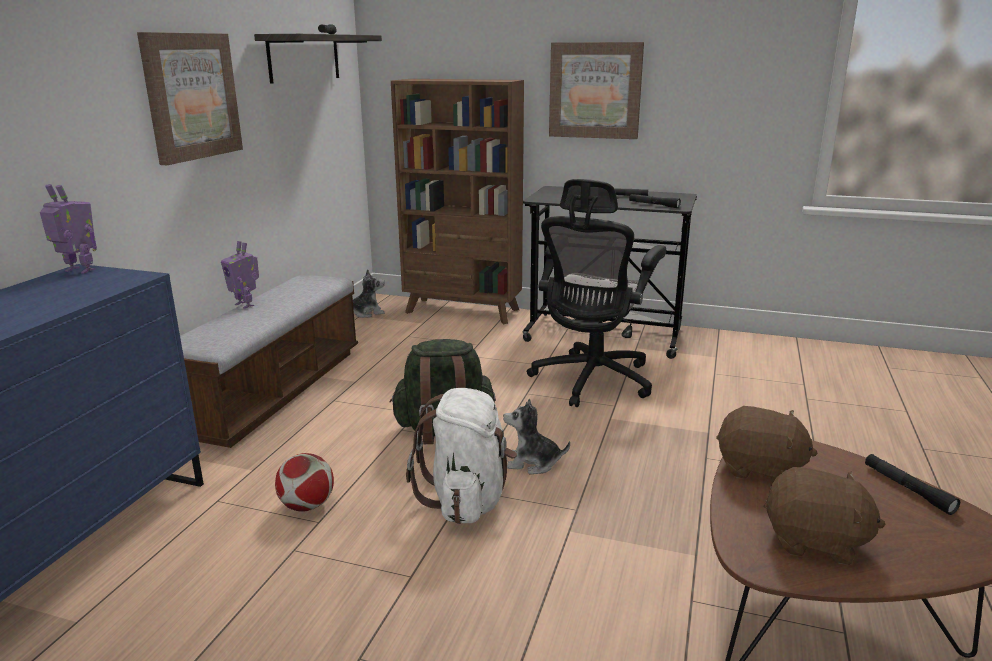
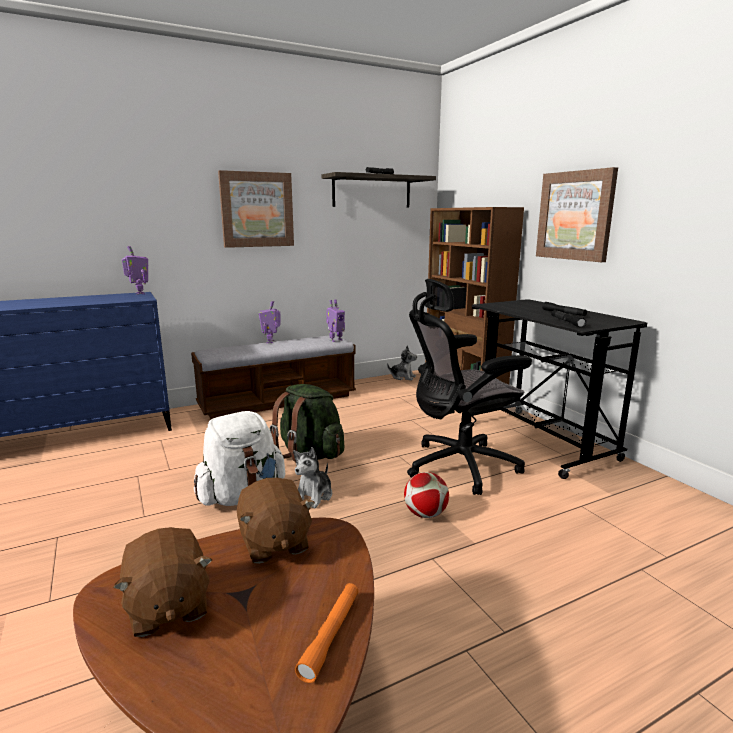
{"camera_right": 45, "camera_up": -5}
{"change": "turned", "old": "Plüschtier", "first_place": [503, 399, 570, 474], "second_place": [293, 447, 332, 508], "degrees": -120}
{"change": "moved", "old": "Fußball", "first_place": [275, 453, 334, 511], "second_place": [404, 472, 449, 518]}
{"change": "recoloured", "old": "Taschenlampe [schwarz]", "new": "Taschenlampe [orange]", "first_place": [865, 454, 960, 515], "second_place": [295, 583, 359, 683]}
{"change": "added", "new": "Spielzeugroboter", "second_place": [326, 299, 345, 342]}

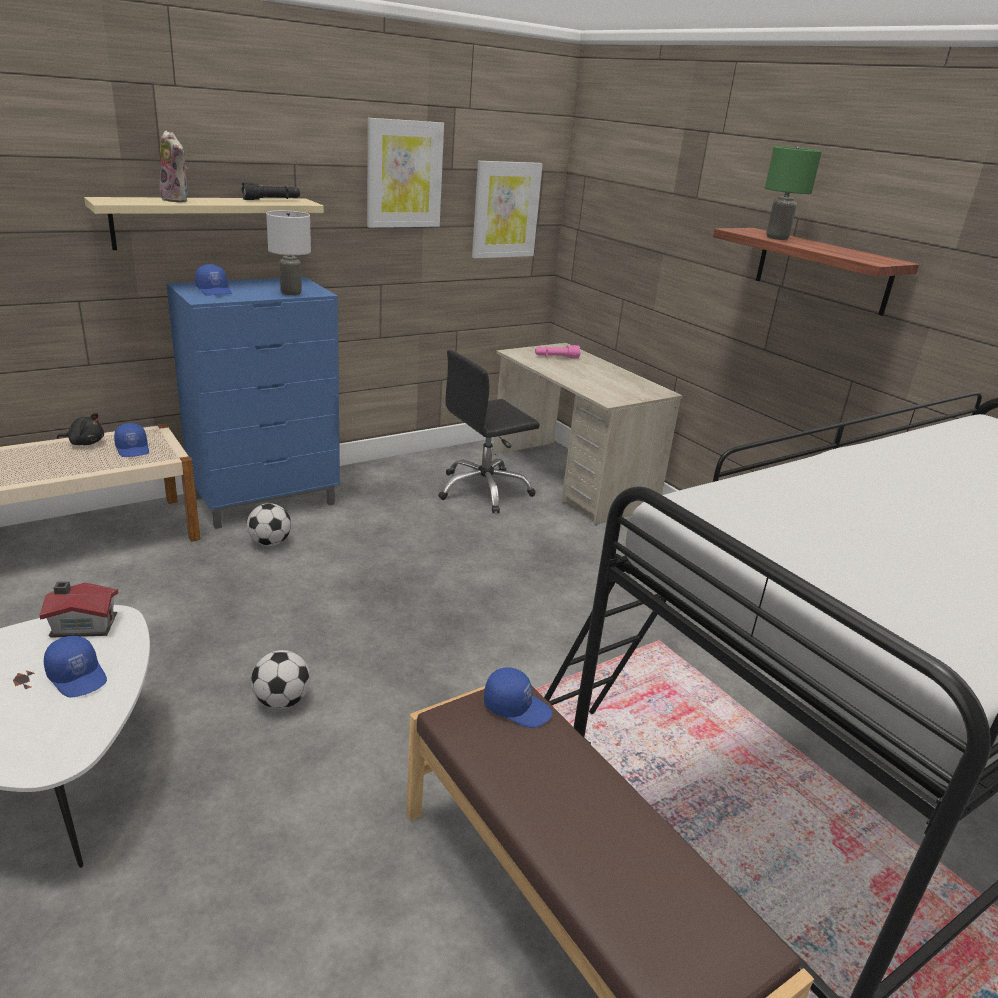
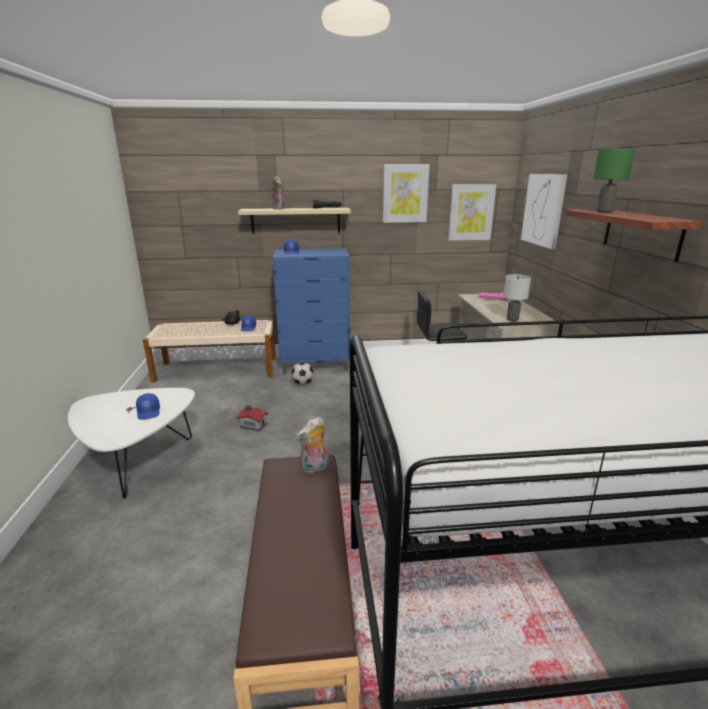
{"camera_right": 30, "camera_up": -5}
{"change": "moved", "old": "Tischlampe [weiß]", "first_place": [266, 210, 311, 295], "second_place": [503, 274, 531, 321]}
{"change": "moved", "old": "Spielzeughaus", "first_place": [39, 581, 118, 638], "second_place": [237, 405, 269, 431]}
{"change": "removed", "old": "Fußball", "first_place": [251, 650, 310, 709]}
{"change": "replaced", "old": "Kappe [blau]", "new": "Plüschtier", "first_place": [484, 667, 553, 728], "second_place": [296, 417, 329, 473]}
{"change": "added", "new": "Bild", "second_place": [521, 174, 567, 249]}

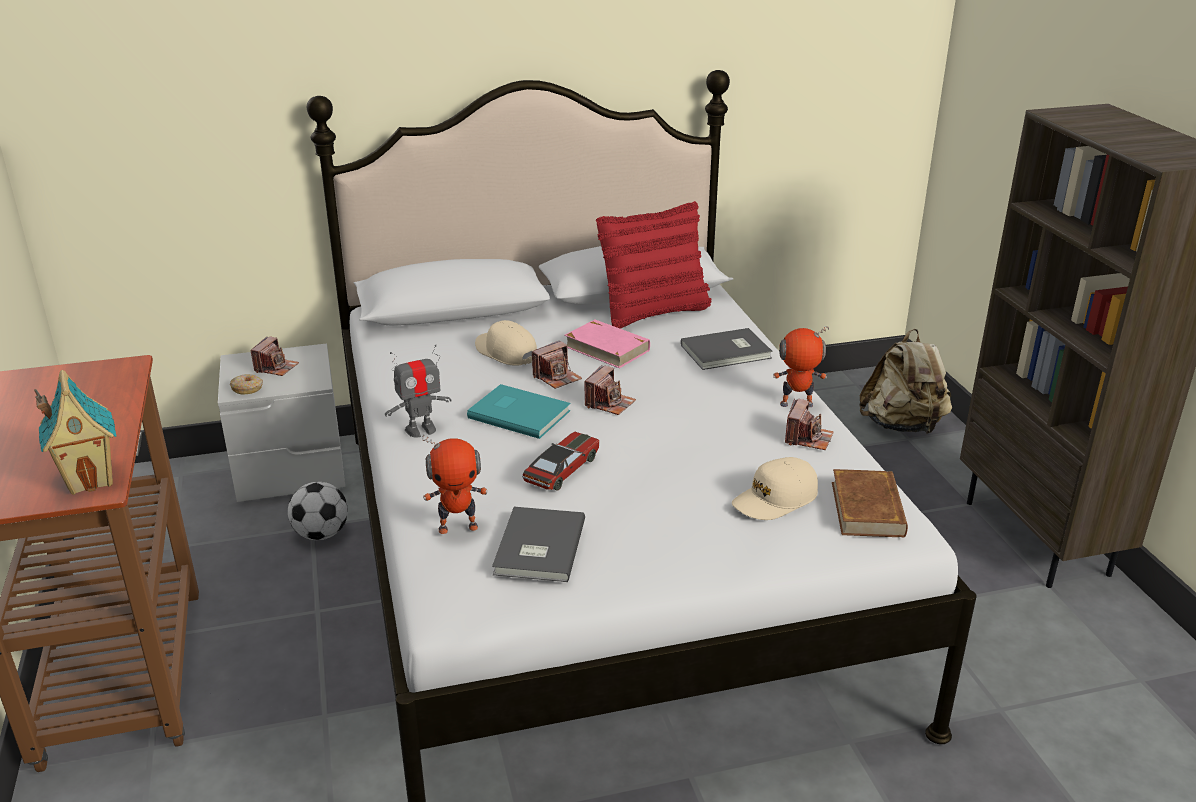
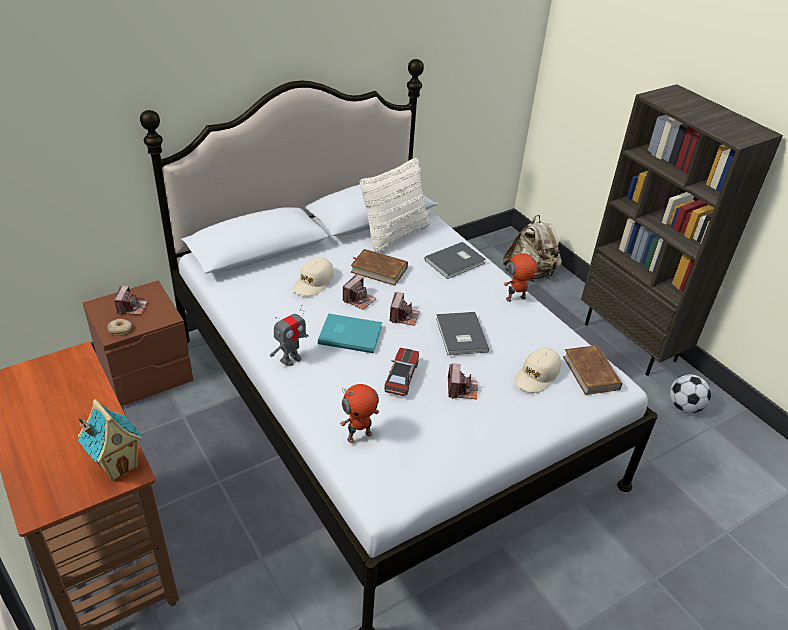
{"camera_right": -20, "camera_up": 10}
{"change": "recoloured", "old": "Kissen [rot]", "new": "Kissen [beige]", "first_place": [596, 201, 712, 329], "second_place": [360, 158, 431, 252]}
{"change": "recoloured", "old": "Buch [rosa]", "new": "Buch [braun]", "first_place": [564, 319, 650, 368], "second_place": [351, 249, 408, 286]}
{"change": "turned", "old": "Kappe [beige]", "first_place": [475, 320, 537, 365], "second_place": [292, 257, 334, 296], "degrees": -90}
{"change": "recoloured", "old": "Nachttisch [weiß]", "new": "Nachttisch [braun]", "first_place": [218, 343, 345, 502], "second_place": [83, 280, 194, 406]}
{"change": "moved", "old": "Kamera", "first_place": [785, 399, 834, 450], "second_place": [448, 363, 478, 399]}
{"change": "moved", "old": "Fußball", "first_place": [288, 482, 348, 540], "second_place": [670, 374, 711, 413]}
{"change": "moved", "old": "Buch [grau]", "first_place": [492, 507, 585, 582], "second_place": [436, 312, 489, 355]}

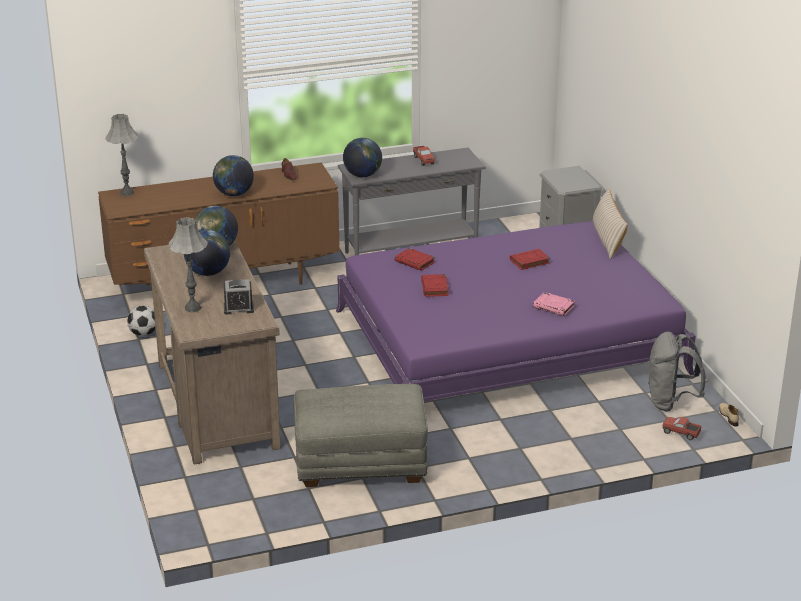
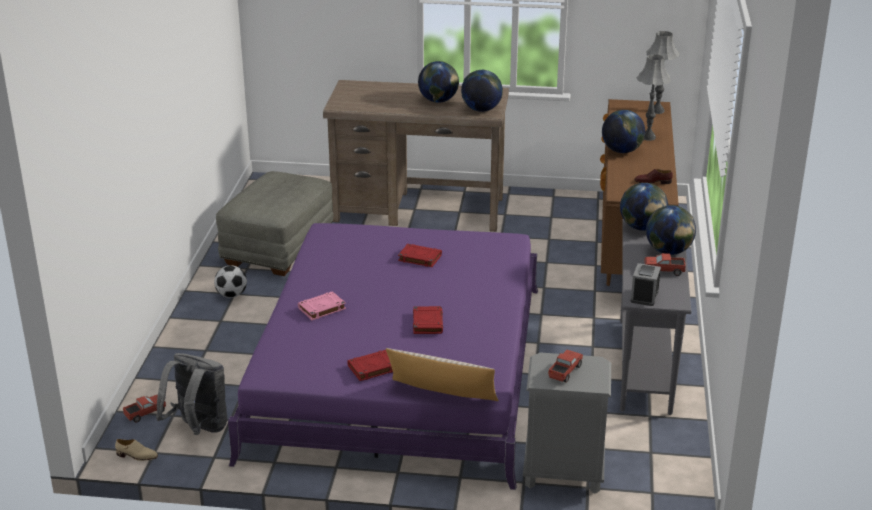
{"camera_right": 115, "camera_up": 0}
{"change": "moved", "old": "Tischlampe [grau]", "first_place": [169, 217, 208, 312], "second_place": [636, 54, 671, 141]}
{"change": "moved", "old": "Buch [rot]", "first_place": [395, 248, 435, 271], "second_place": [347, 350, 393, 381]}
{"change": "moved", "old": "Wecker", "first_place": [224, 279, 254, 315], "second_place": [630, 263, 661, 306]}
{"change": "moved", "old": "Fußball", "first_place": [127, 306, 156, 336], "second_place": [214, 265, 247, 298]}
{"change": "added", "new": "Globus", "second_place": [646, 205, 696, 255]}
{"change": "added", "new": "Spielzeuglaster", "second_place": [548, 350, 583, 383]}

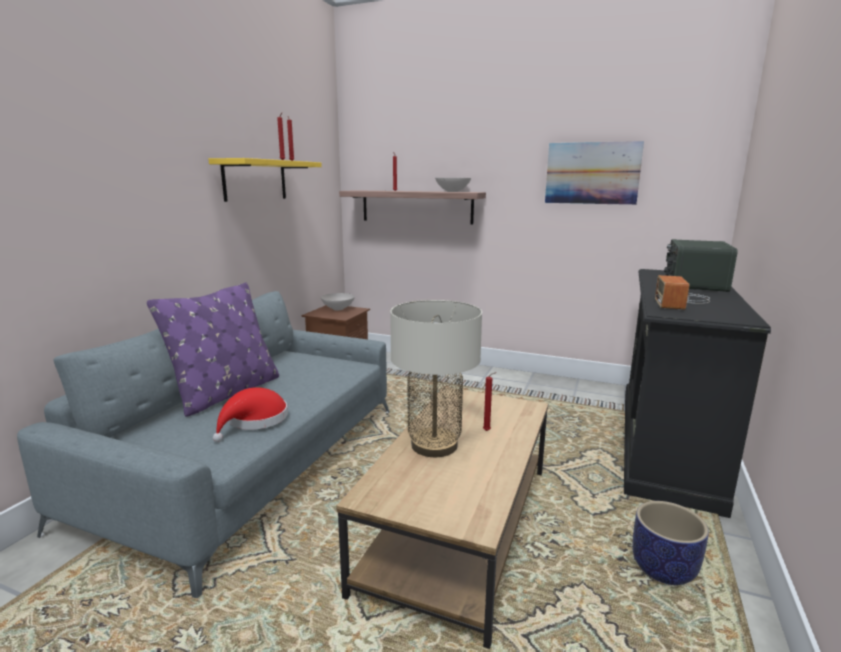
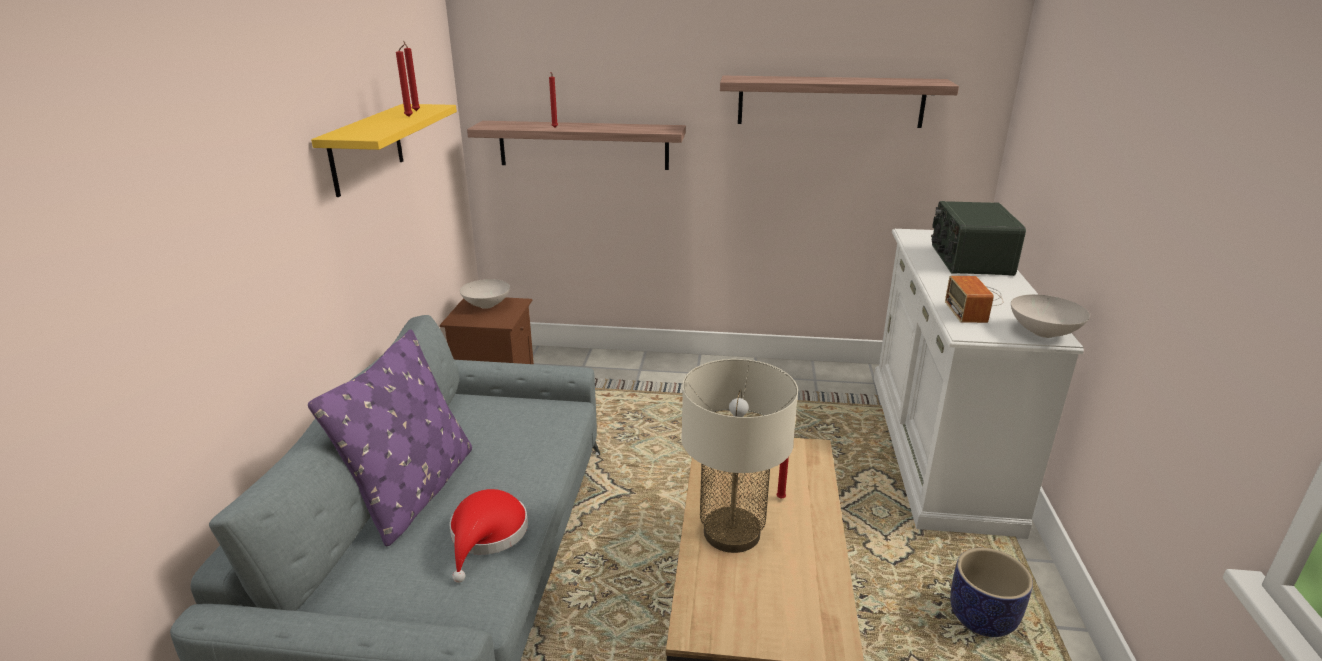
{"camera_right": -15, "camera_up": 10}
{"change": "replaced", "old": "Bild", "new": "Wandregal", "first_place": [545, 141, 644, 205], "second_place": [720, 76, 959, 128]}
{"change": "moved", "old": "Schüssel [weiß]", "first_place": [435, 178, 471, 192], "second_place": [1011, 294, 1090, 338]}
{"change": "recoloured", "old": "Schrank [schwarz]", "new": "Schrank [weiß]", "first_place": [624, 269, 771, 518], "second_place": [874, 229, 1084, 539]}

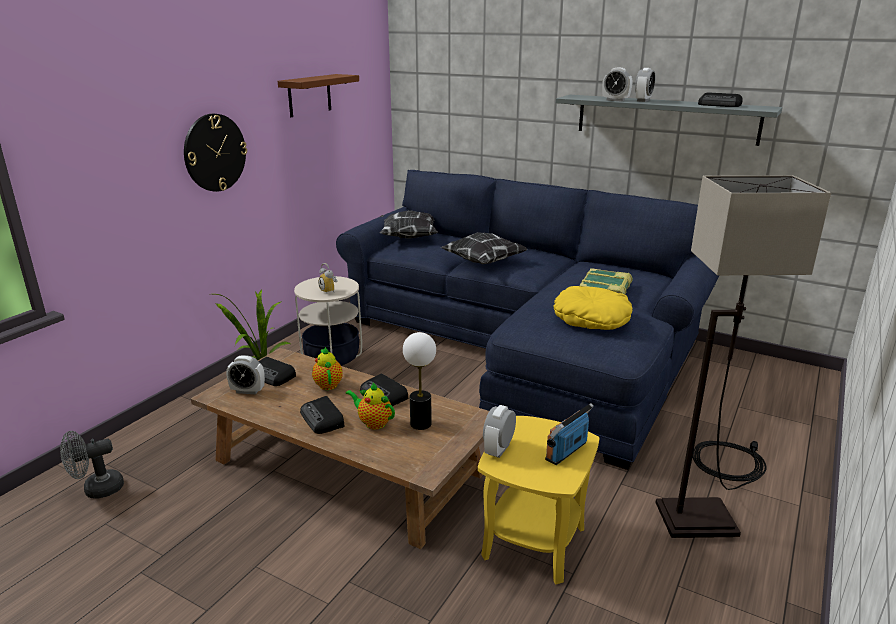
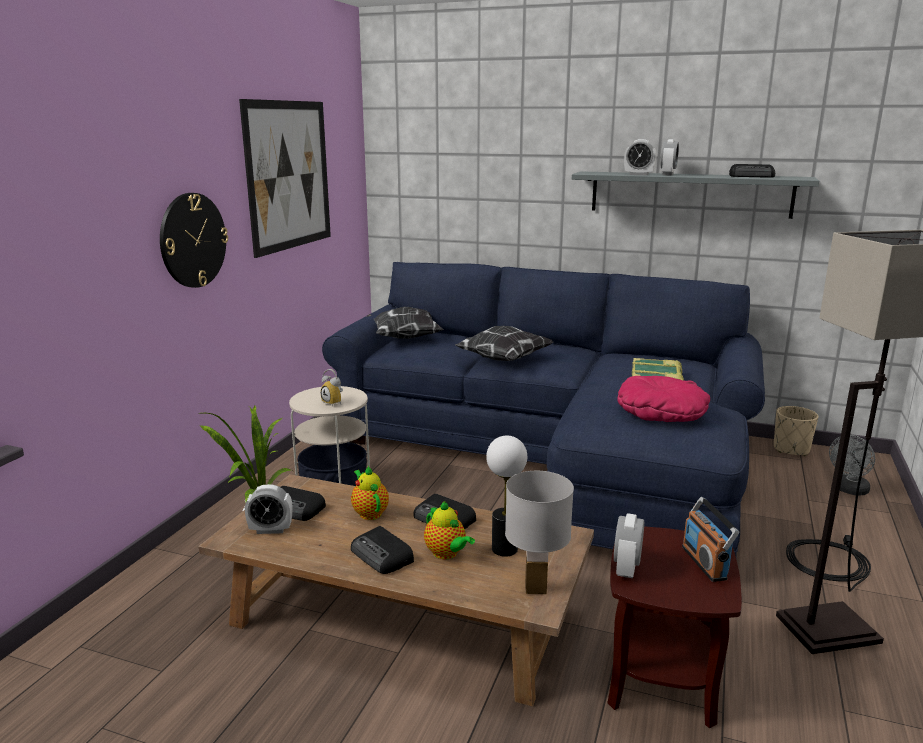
{"camera_right": -10, "camera_up": -5}
{"change": "replaced", "old": "Wandregal [braun]", "new": "Bild", "first_place": [278, 74, 359, 117], "second_place": [239, 99, 331, 258]}
{"change": "recoloured", "old": "Kissen [gelb]", "new": "Kissen [rosa]", "first_place": [554, 286, 632, 330], "second_place": [617, 376, 710, 422]}
{"change": "turned", "old": "Teekanne", "first_place": [345, 383, 395, 430], "second_place": [424, 501, 475, 559], "degrees": -150}
{"change": "turned", "old": "Radio", "first_place": [545, 403, 594, 465], "second_place": [682, 497, 739, 582], "degrees": -45}
{"change": "recoloured", "old": "Beistelltisch [gelb]", "new": "Beistelltisch [braun]", "first_place": [478, 416, 599, 584], "second_place": [607, 527, 742, 728]}
{"change": "moved", "old": "Ventilator [grau]", "first_place": [60, 431, 124, 499], "second_place": [829, 435, 875, 495]}
{"change": "added", "new": "Pflanzkübel [beige]", "second_place": [774, 406, 818, 456]}
{"change": "added", "new": "Tischlampe [weiß]", "second_place": [505, 471, 574, 594]}

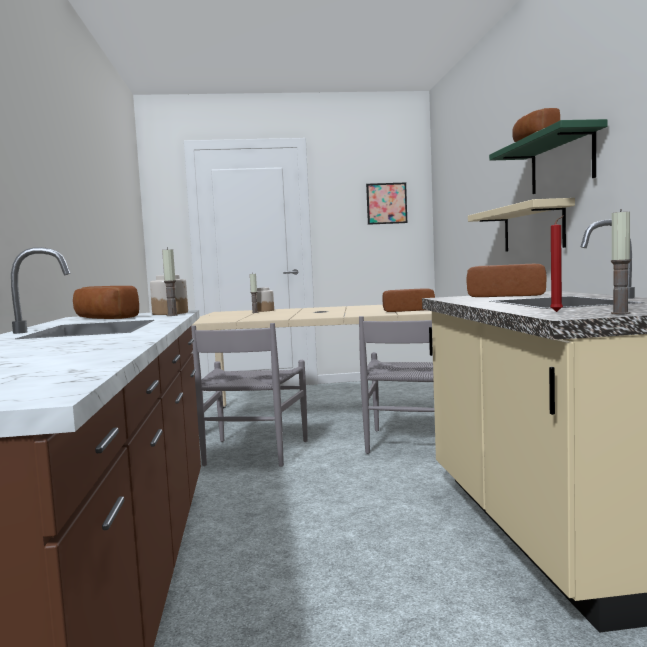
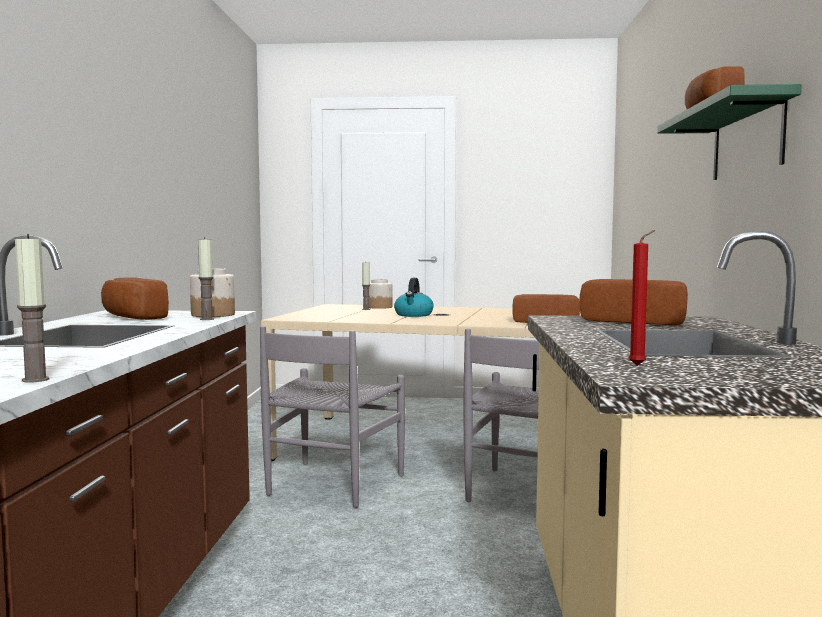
{"camera_right": 10, "camera_up": 0}
{"change": "removed", "old": "Bild", "first_place": [366, 183, 407, 225]}
{"change": "removed", "old": "Wandregal [beige]", "first_place": [468, 198, 575, 252]}
{"change": "moved", "old": "Kerze", "first_place": [611, 209, 631, 314], "second_place": [15, 234, 50, 383]}
{"change": "added", "new": "Wasserkessel", "second_place": [394, 278, 434, 317]}

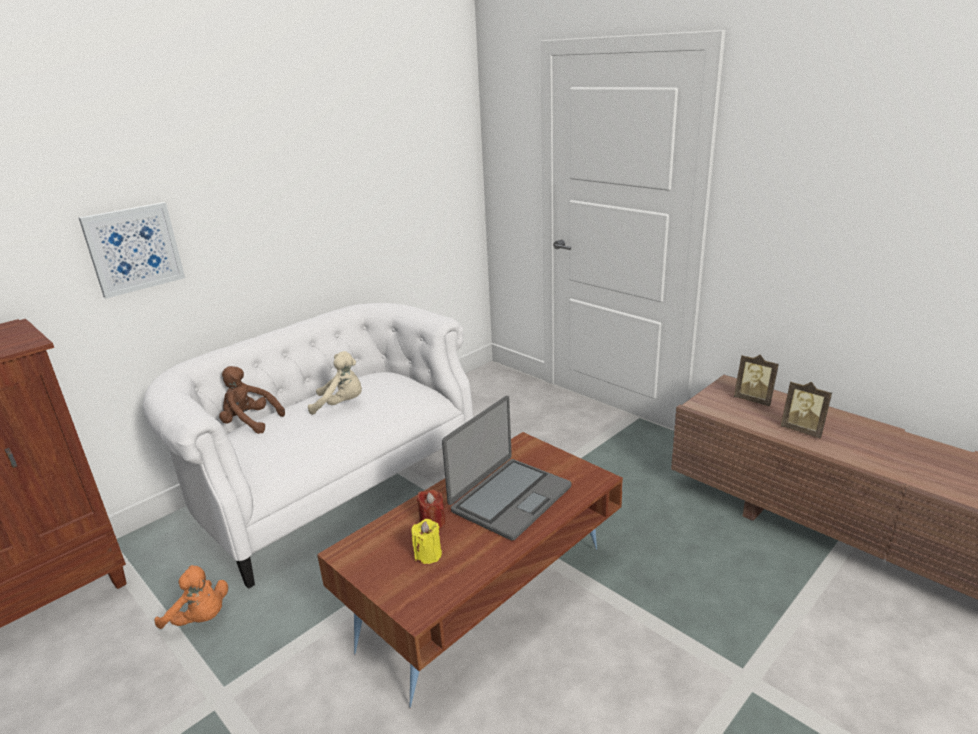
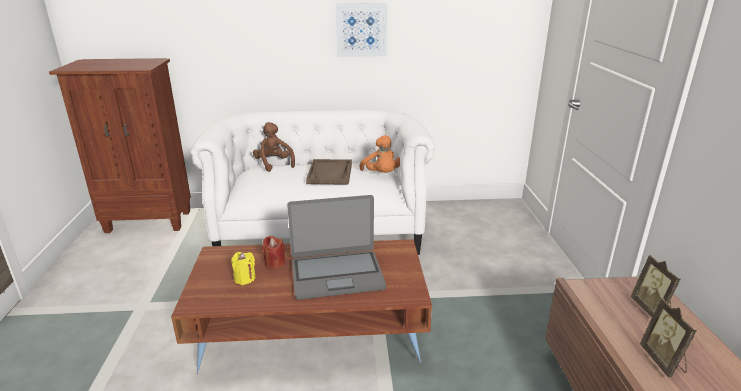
{"camera_right": 40, "camera_up": 0}
{"change": "moved", "old": "Bild", "first_place": [79, 202, 185, 298], "second_place": [335, 3, 387, 57]}
{"change": "replaced", "old": "Plüschtier [beige]", "new": "Tablett [braun]", "first_place": [308, 351, 362, 415], "second_place": [306, 159, 352, 185]}
{"change": "moved", "old": "Plüschtier [orange]", "first_place": [155, 565, 228, 629], "second_place": [359, 135, 400, 173]}

